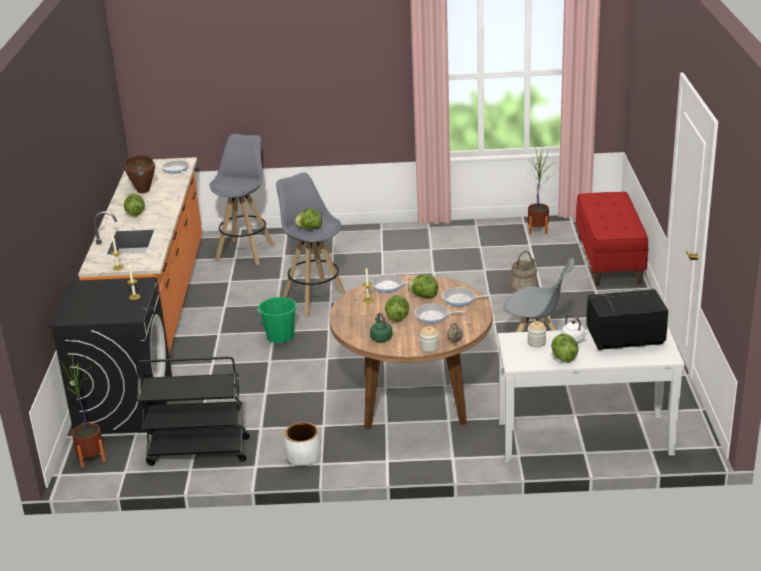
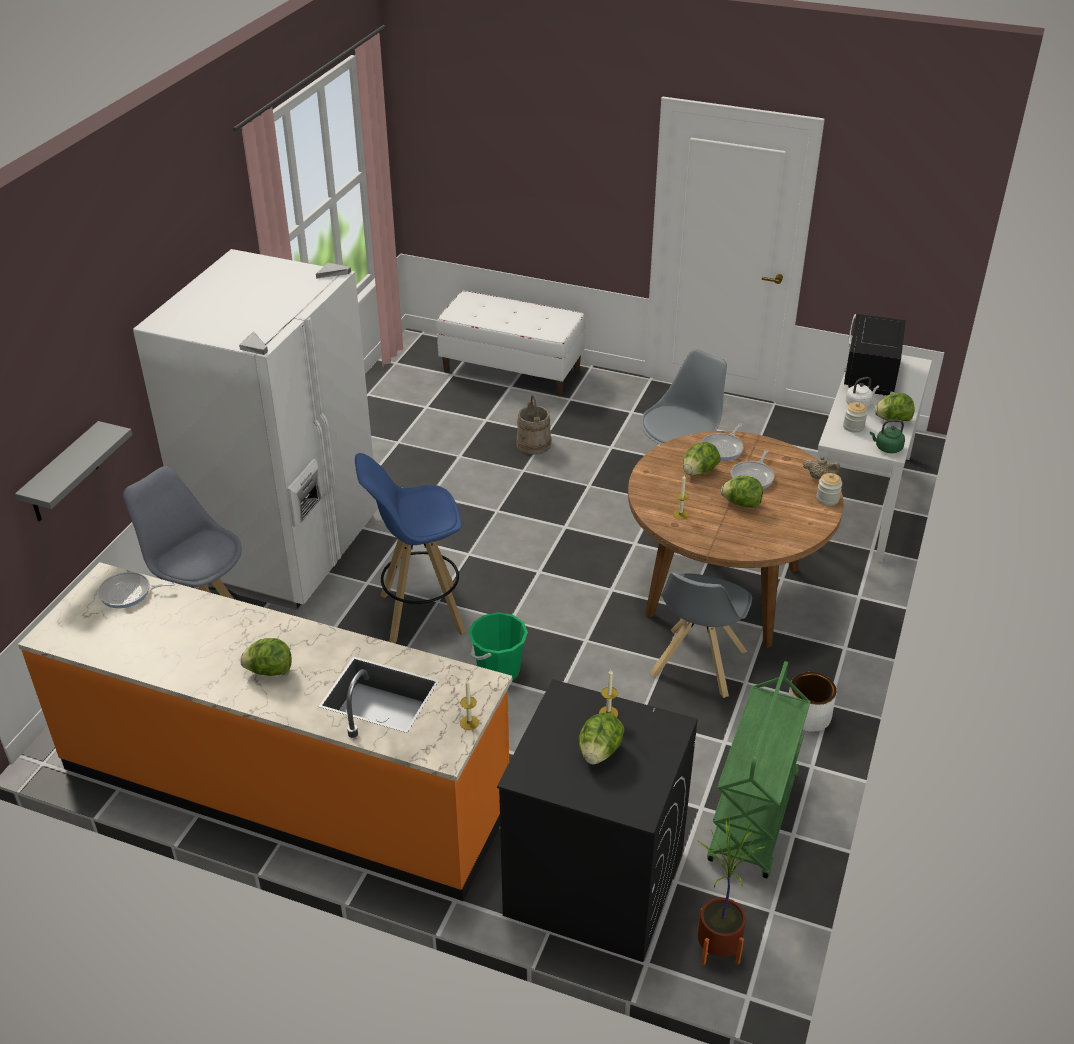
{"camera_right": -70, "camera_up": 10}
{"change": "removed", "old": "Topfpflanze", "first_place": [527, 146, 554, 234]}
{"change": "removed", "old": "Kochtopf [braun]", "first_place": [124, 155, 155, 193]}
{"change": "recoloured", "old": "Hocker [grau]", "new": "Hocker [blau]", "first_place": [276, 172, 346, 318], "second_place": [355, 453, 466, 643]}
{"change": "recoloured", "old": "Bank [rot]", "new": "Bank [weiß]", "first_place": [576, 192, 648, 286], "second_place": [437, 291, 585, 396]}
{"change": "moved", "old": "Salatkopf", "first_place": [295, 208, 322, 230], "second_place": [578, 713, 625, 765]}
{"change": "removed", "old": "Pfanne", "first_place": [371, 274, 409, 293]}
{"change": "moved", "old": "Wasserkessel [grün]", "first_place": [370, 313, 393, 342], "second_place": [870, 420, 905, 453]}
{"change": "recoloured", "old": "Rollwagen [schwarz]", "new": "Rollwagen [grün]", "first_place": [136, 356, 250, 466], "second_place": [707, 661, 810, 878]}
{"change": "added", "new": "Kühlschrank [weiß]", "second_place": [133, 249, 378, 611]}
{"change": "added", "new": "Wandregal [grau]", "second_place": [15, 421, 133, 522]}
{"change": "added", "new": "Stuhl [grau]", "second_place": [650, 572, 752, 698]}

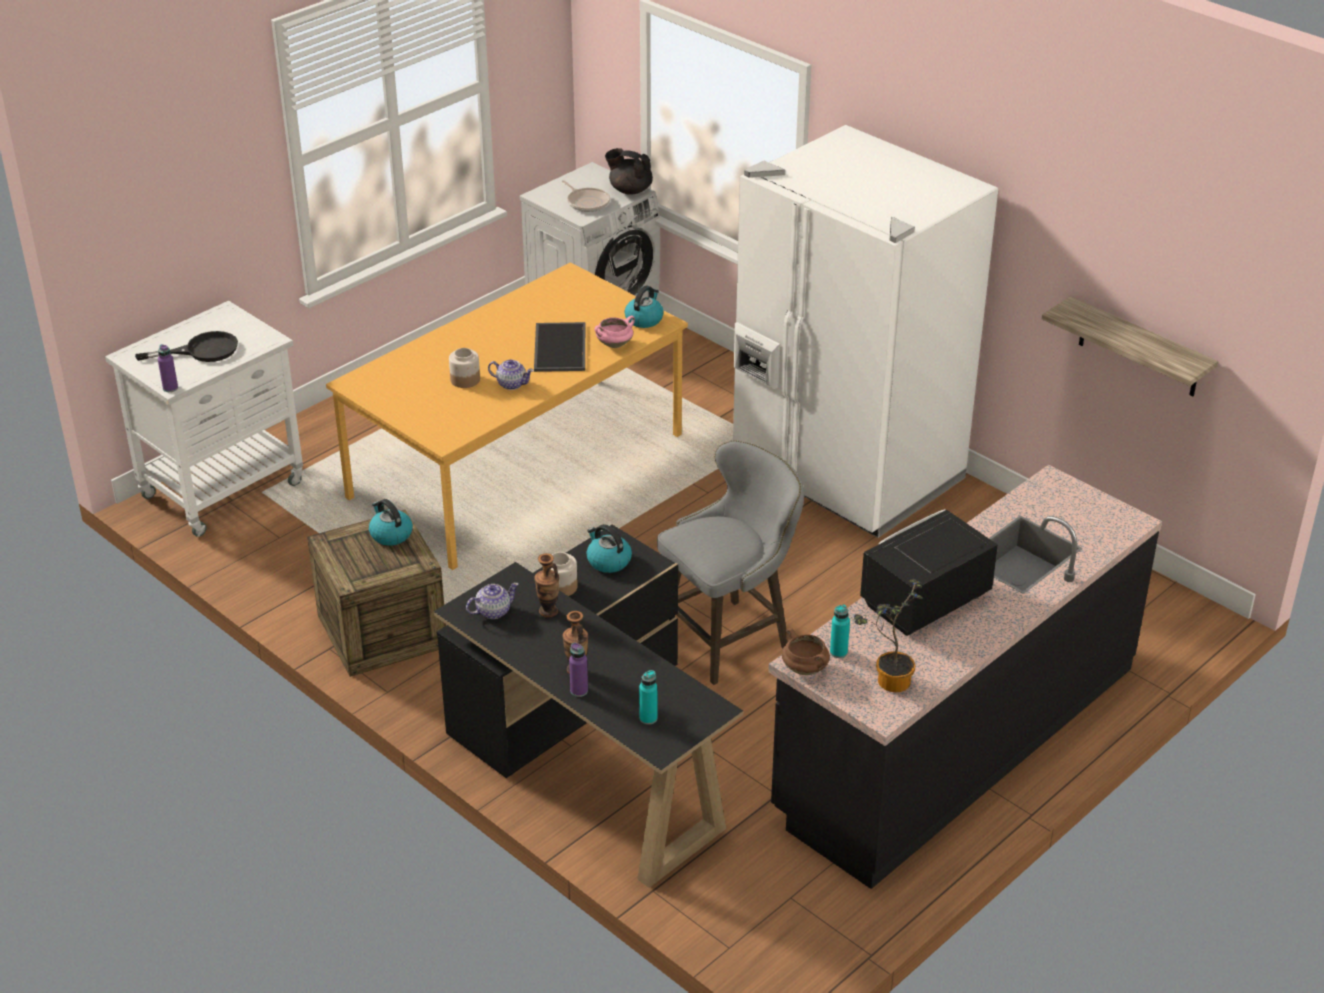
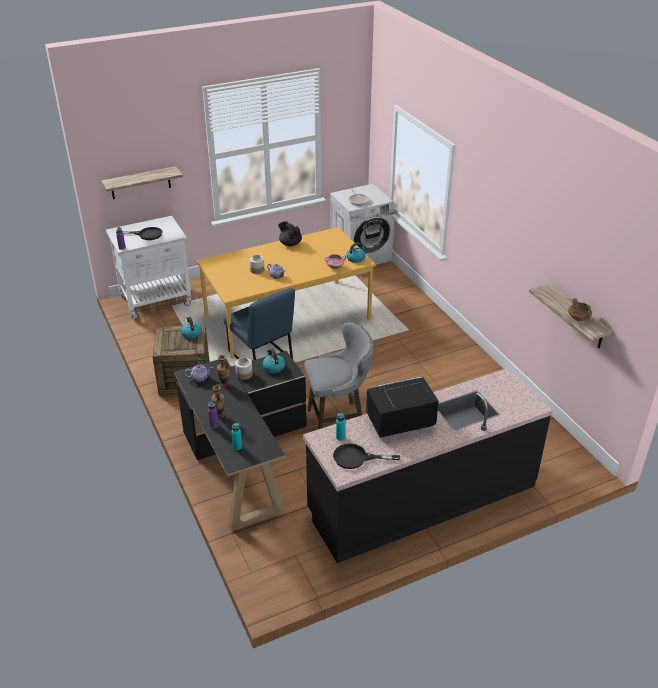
{"camera_right": 20, "camera_up": 0}
{"change": "removed", "old": "Kühlschrank [weiß]", "first_place": [733, 125, 998, 538]}
{"change": "moved", "old": "Teekanne [schwarz]", "first_place": [605, 148, 653, 195], "second_place": [278, 221, 302, 246]}
{"change": "removed", "old": "Tablett", "first_place": [534, 322, 585, 372]}
{"change": "replaced", "old": "Topfpflanze", "new": "Pfanne [schwarz]", "first_place": [854, 579, 923, 692], "second_place": [333, 443, 400, 469]}
{"change": "moved", "old": "Kochtopf [braun]", "first_place": [782, 628, 830, 675], "second_place": [568, 298, 592, 321]}
{"change": "added", "new": "Wandregal", "second_place": [101, 166, 183, 199]}
{"change": "added", "new": "Stuhl [blau]", "second_place": [224, 288, 295, 360]}

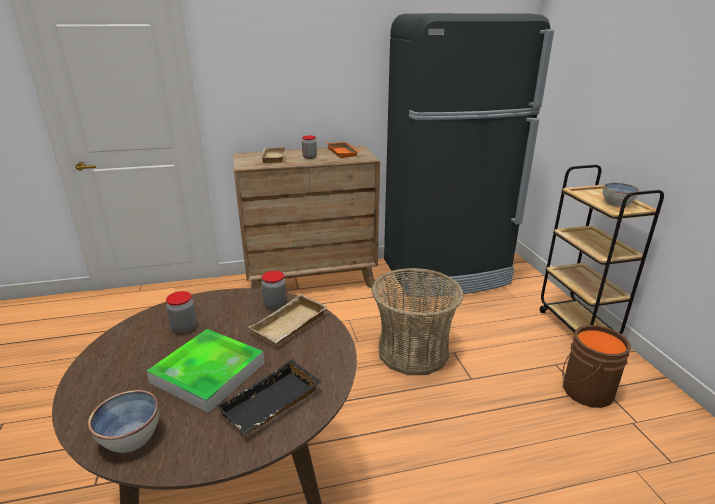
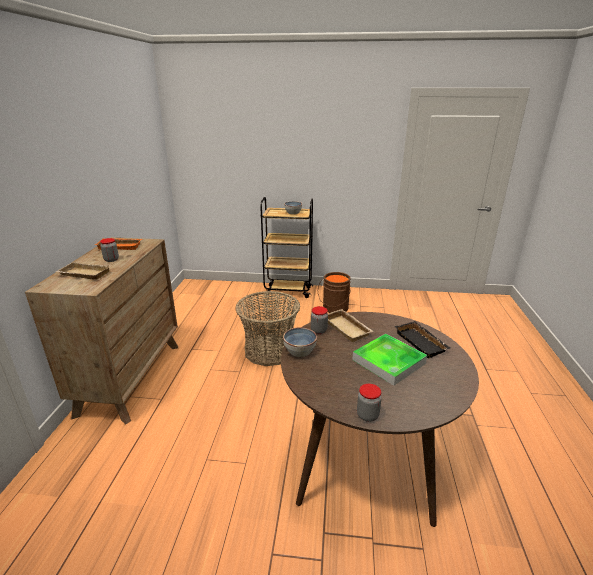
{"camera_right": -70, "camera_up": 0}
{"change": "removed", "old": "Kühlschrank [schwarz]", "first_place": [384, 13, 554, 297]}
{"change": "moved", "old": "Vorratsglas", "first_place": [166, 291, 197, 333], "second_place": [357, 384, 382, 422]}
{"change": "moved", "old": "Schüssel", "first_place": [88, 390, 160, 453], "second_place": [283, 327, 317, 357]}

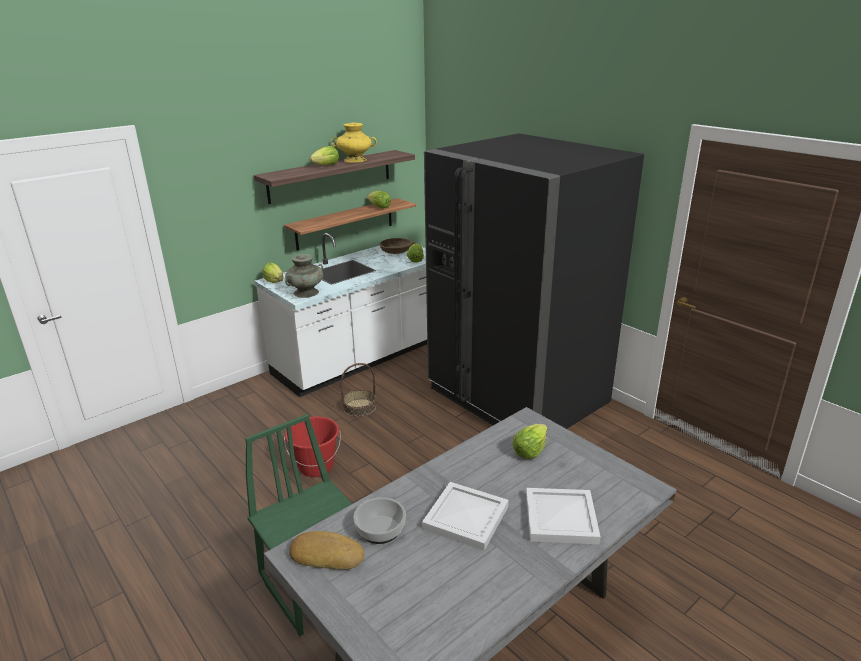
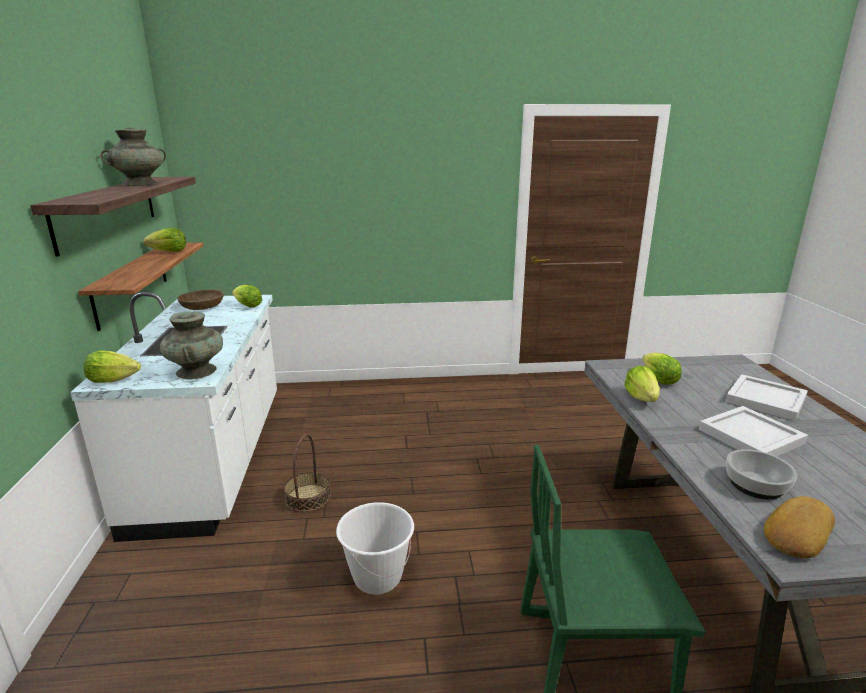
{"camera_right": -55, "camera_up": -5}
{"change": "recoloured", "old": "Vase [gelb]", "new": "Vase [türkis]", "first_place": [331, 122, 377, 163], "second_place": [100, 127, 166, 186]}
{"change": "removed", "old": "Kühlschrank [schwarz]", "first_place": [424, 133, 644, 429]}
{"change": "moved", "old": "Salatkopf", "first_place": [309, 146, 339, 165], "second_place": [624, 366, 660, 402]}
{"change": "recoloured", "old": "Eimer [rot]", "new": "Eimer [weiß]", "first_place": [284, 417, 341, 477], "second_place": [336, 502, 414, 595]}

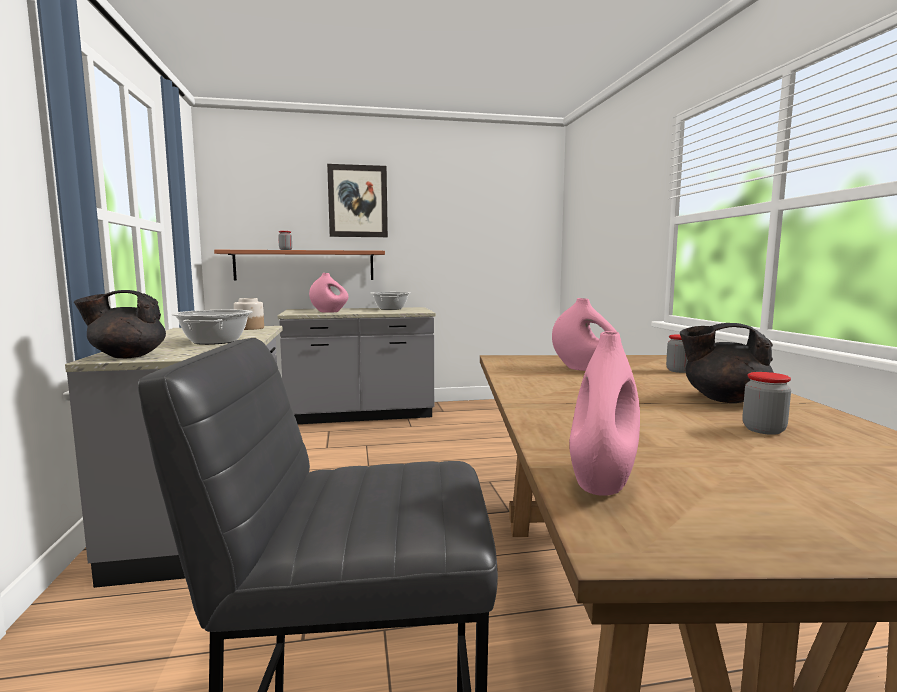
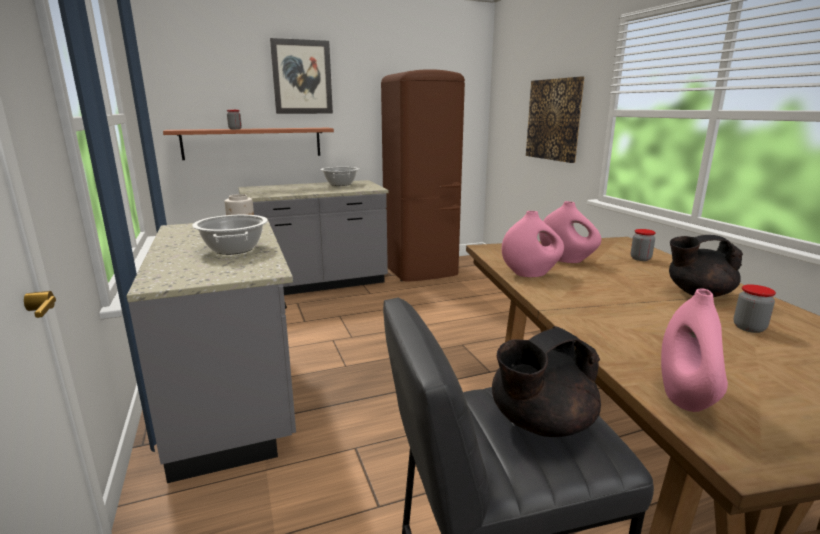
{"camera_right": -10, "camera_up": 10}
{"change": "moved", "old": "Vase [rosa]", "first_place": [309, 273, 348, 313], "second_place": [502, 211, 564, 277]}
{"change": "moved", "old": "Teekanne [schwarz]", "first_place": [74, 290, 166, 358], "second_place": [492, 326, 601, 437]}
{"change": "added", "new": "Kühlschrank [braun]", "second_place": [381, 69, 465, 282]}
{"change": "added", "new": "Bild", "second_place": [526, 77, 584, 163]}

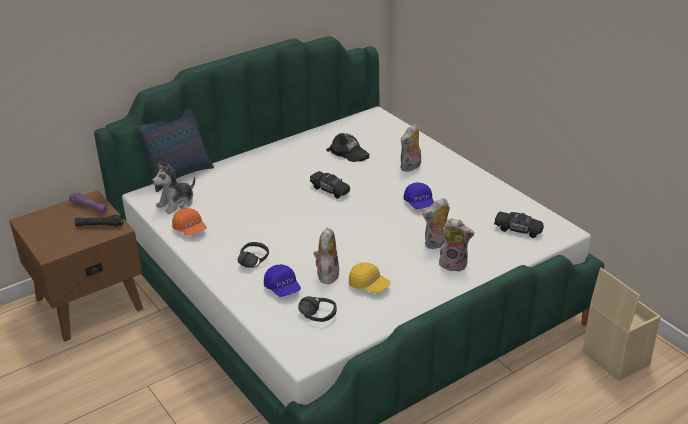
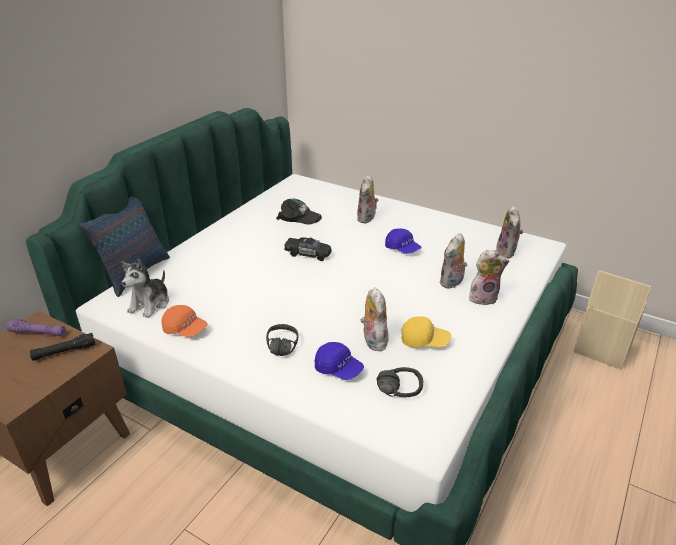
{"camera_right": -25, "camera_up": 0}
{"change": "replaced", "old": "Spielzeugauto [schwarz]", "new": "Plüschtier", "first_place": [494, 212, 544, 238], "second_place": [496, 205, 523, 258]}

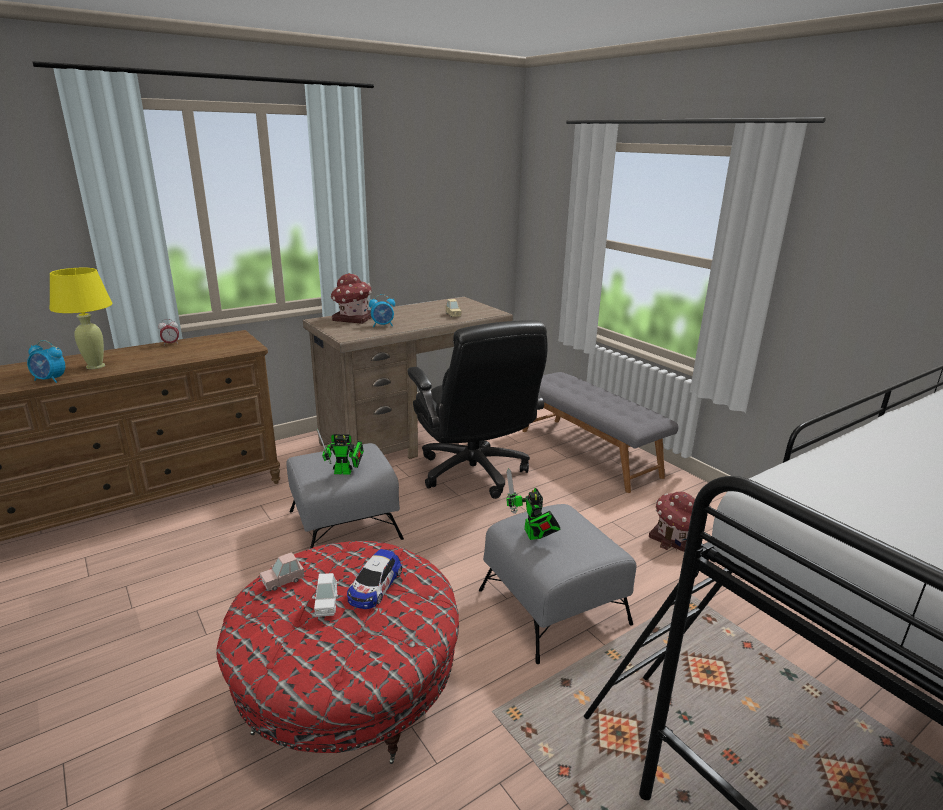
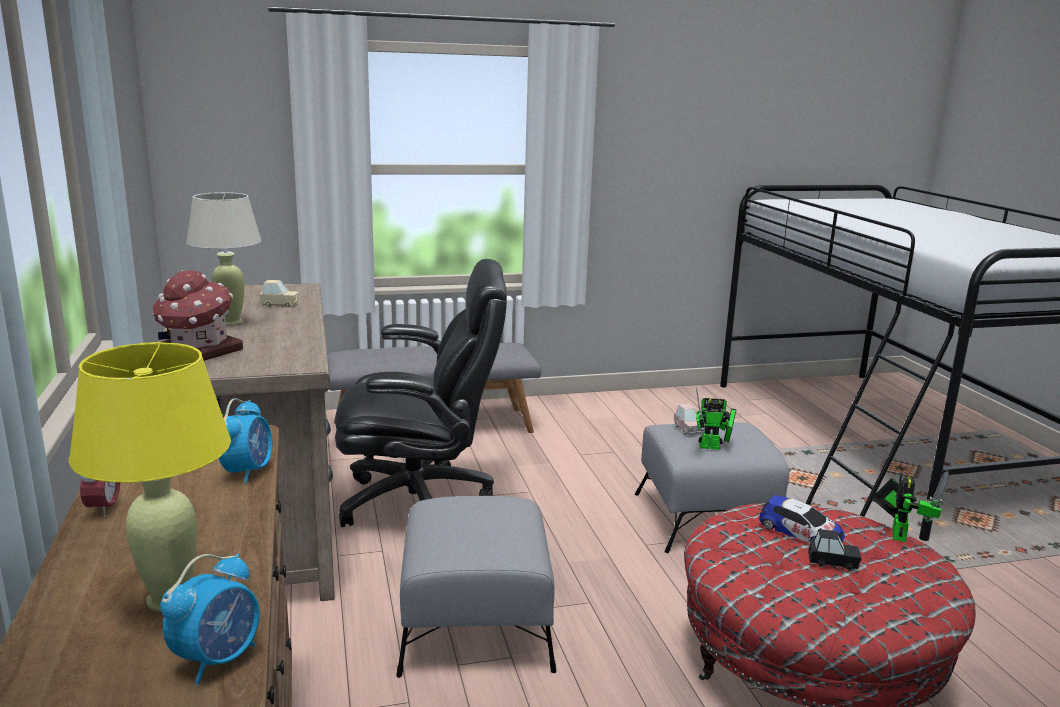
{"camera_right": -70, "camera_up": -5}
{"change": "moved", "old": "Wecker", "first_place": [369, 294, 395, 327], "second_place": [219, 398, 272, 483]}
{"change": "moved", "old": "Spielzeugroboter", "first_place": [317, 429, 364, 475], "second_place": [872, 471, 950, 542]}
{"change": "removed", "old": "Spielzeughaus", "first_place": [649, 492, 695, 552]}
{"change": "moved", "old": "Spielzeugauto [rosa]", "first_place": [260, 552, 304, 591], "second_place": [674, 404, 702, 435]}
{"change": "recoloured", "old": "Spielzeugauto [weiß]", "new": "Spielzeugauto [schwarz]", "first_place": [312, 573, 338, 617], "second_place": [808, 529, 862, 571]}
{"change": "added", "new": "Tischlampe [beige]", "second_place": [186, 192, 262, 325]}

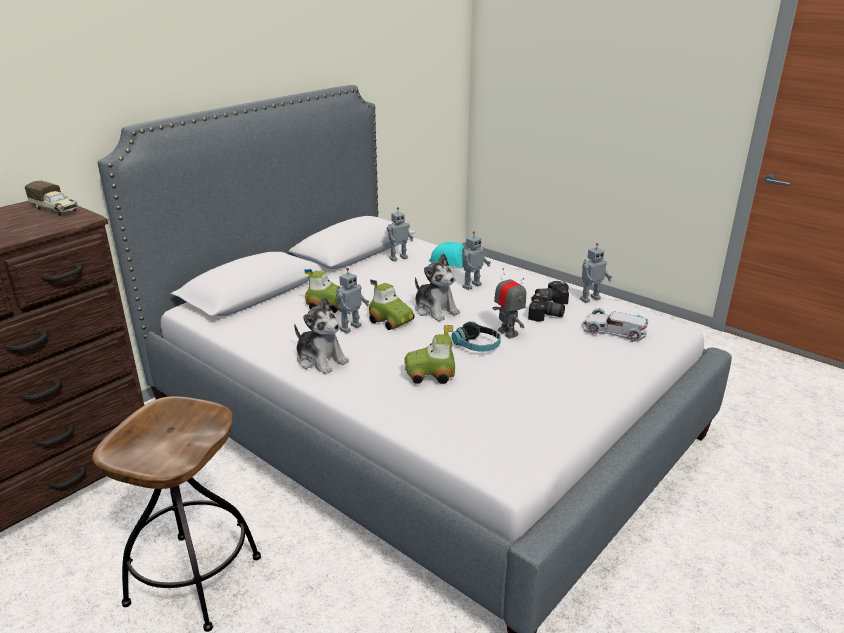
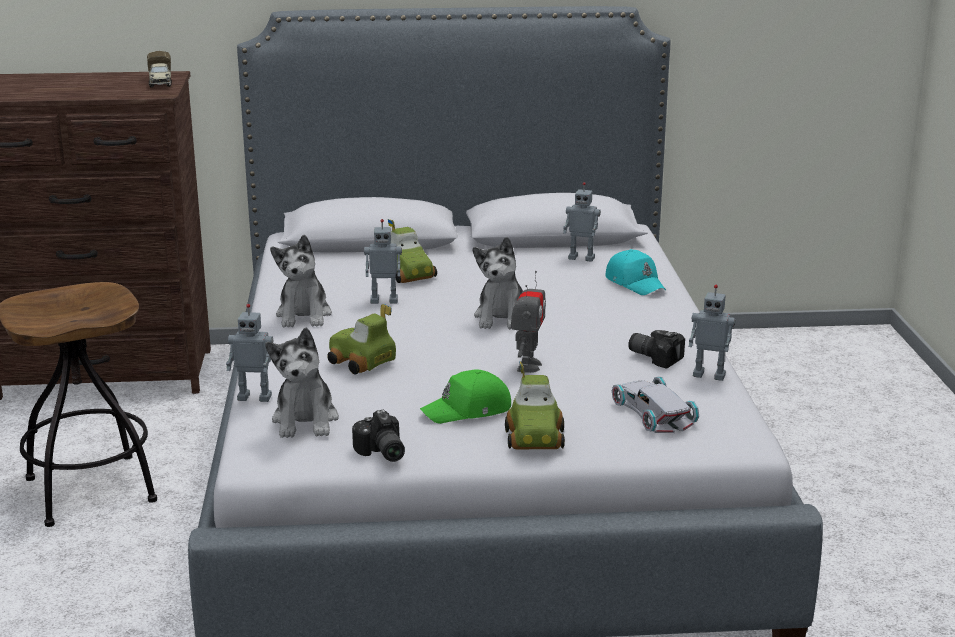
{"camera_right": 45, "camera_up": -5}
{"change": "moved", "old": "Spielzeugroboter", "first_place": [462, 231, 491, 290], "second_place": [226, 304, 273, 402]}
{"change": "moved", "old": "Spielzeugauto", "first_place": [369, 279, 415, 330], "second_place": [505, 361, 565, 450]}
{"change": "moved", "old": "Kamera", "first_place": [528, 293, 565, 321], "second_place": [352, 410, 405, 462]}
{"change": "removed", "old": "Kopfhörer", "first_place": [451, 321, 501, 352]}
{"change": "added", "new": "Plüschtier", "second_place": [265, 328, 339, 438]}
{"change": "added", "new": "Kappe [grün]", "second_place": [420, 369, 511, 424]}

